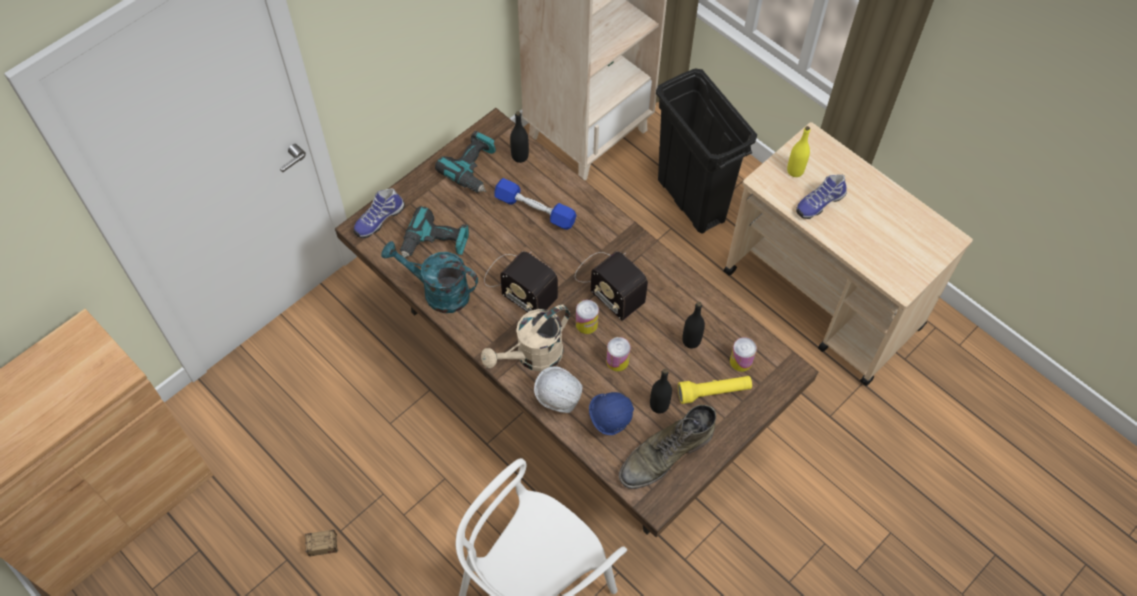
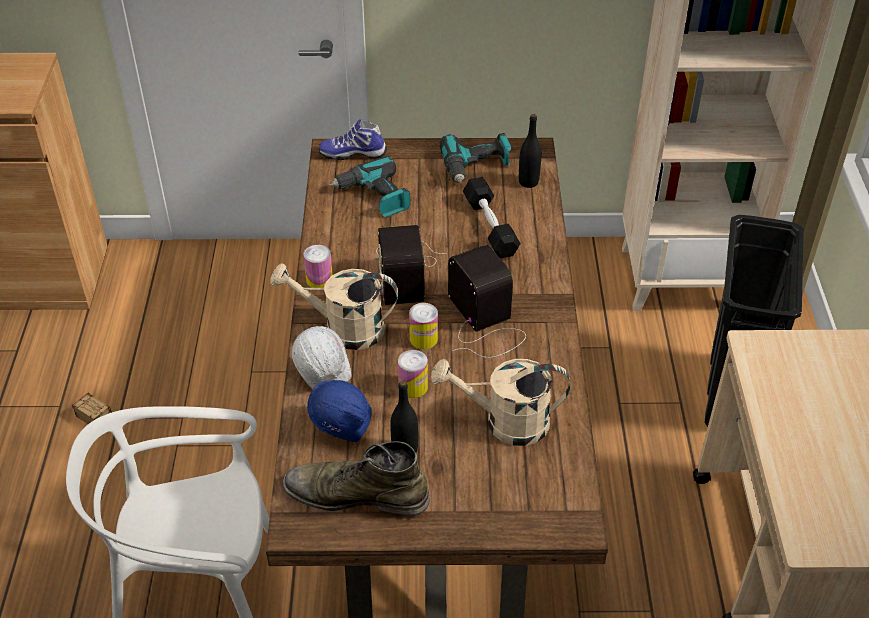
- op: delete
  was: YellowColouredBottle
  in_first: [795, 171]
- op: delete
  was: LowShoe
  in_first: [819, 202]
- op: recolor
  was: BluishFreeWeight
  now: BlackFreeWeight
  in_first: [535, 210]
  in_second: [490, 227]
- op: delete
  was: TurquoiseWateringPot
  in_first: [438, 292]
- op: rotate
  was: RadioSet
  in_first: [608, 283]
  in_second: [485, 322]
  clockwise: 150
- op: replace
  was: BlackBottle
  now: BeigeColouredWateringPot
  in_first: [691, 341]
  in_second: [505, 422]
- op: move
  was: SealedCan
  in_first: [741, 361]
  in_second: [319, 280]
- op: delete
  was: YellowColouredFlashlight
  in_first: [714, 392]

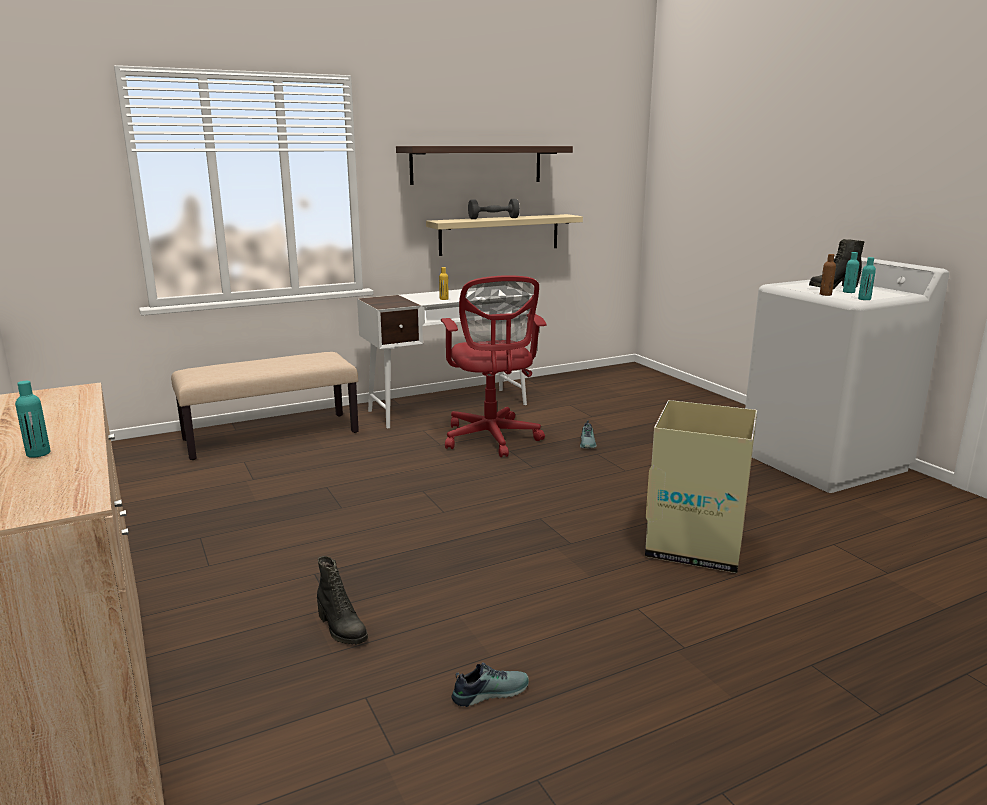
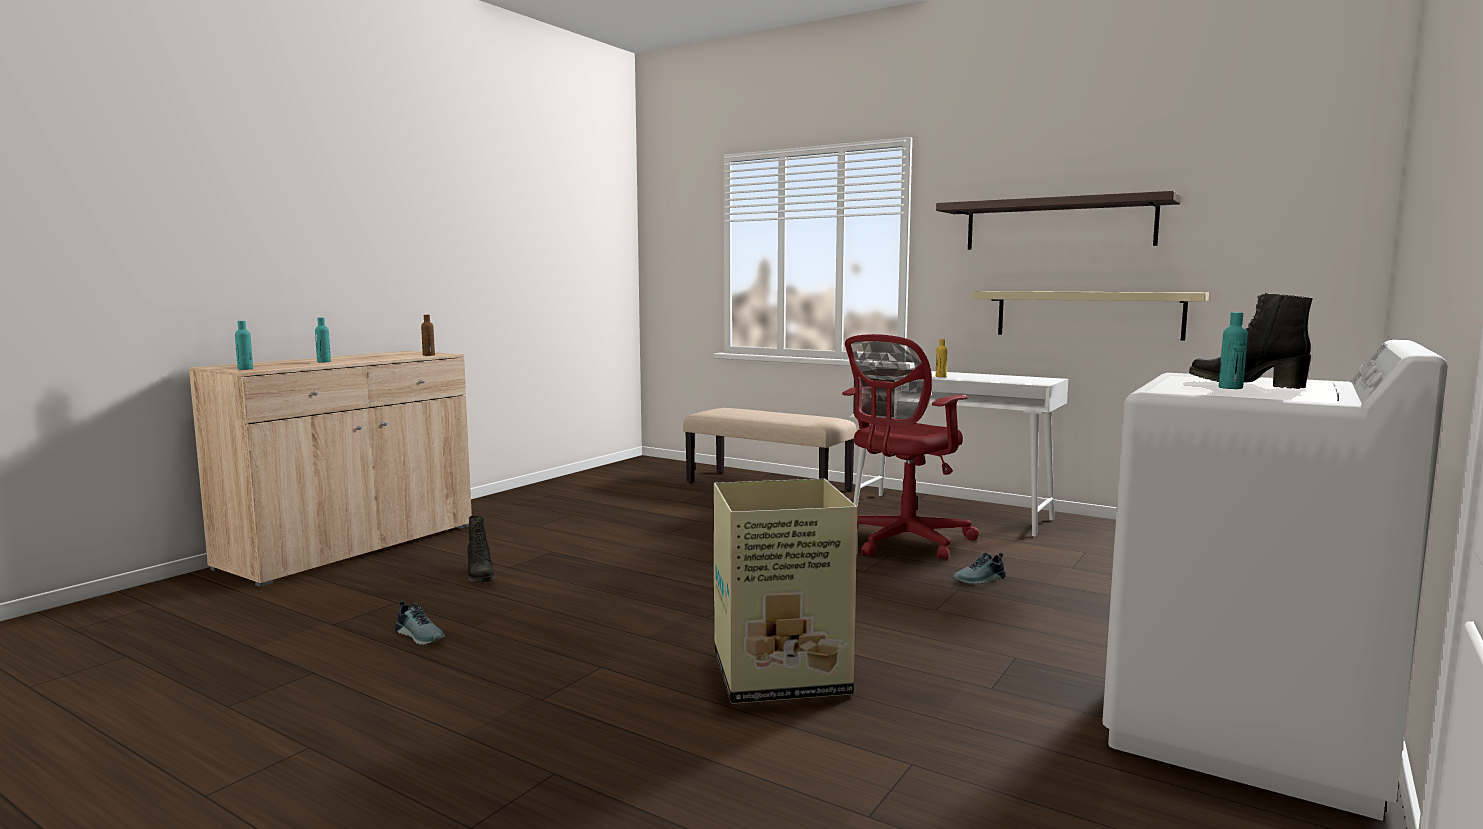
- op: delete
  was: GreyishFreeWeight
  in_first: [493, 218]
- op: move
  was: BrownBottle
  in_first: [825, 294]
  in_second: [428, 355]
- op: move
  was: TurquoiseBottle
  in_first: [864, 299]
  in_second: [245, 369]
- op: rotate
  was: BlackBoot
  in_first: [341, 629]
  in_second: [479, 576]
  clockwise: -45

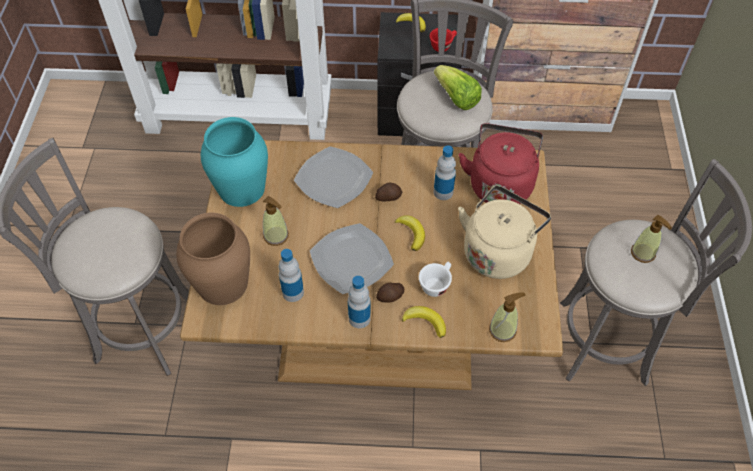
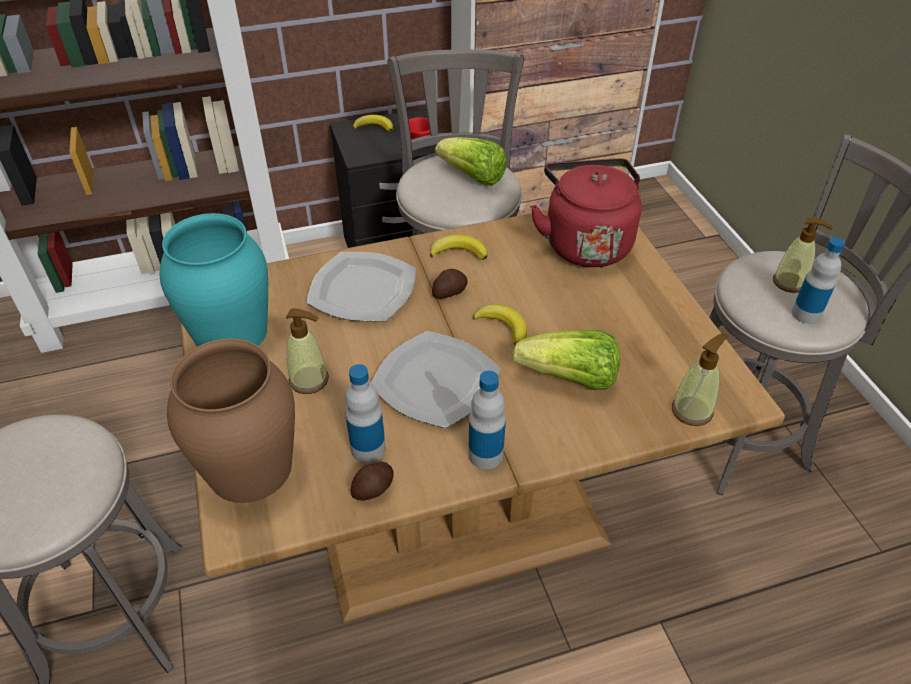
- op: move
  was: Bottle
  in_first: [443, 192]
  in_second: [806, 314]
- op: delete
  was: BeigeColouredWaterKettle
  in_first: [498, 251]
- op: replace
  was: WhitishCup
  now: LettuceHead
  in_first: [436, 284]
  in_second: [570, 379]
- op: move
  was: WholePotato
  in_first: [390, 297]
  in_second: [374, 489]
- op: move
  was: Banana
  in_first: [425, 322]
  in_second: [459, 252]

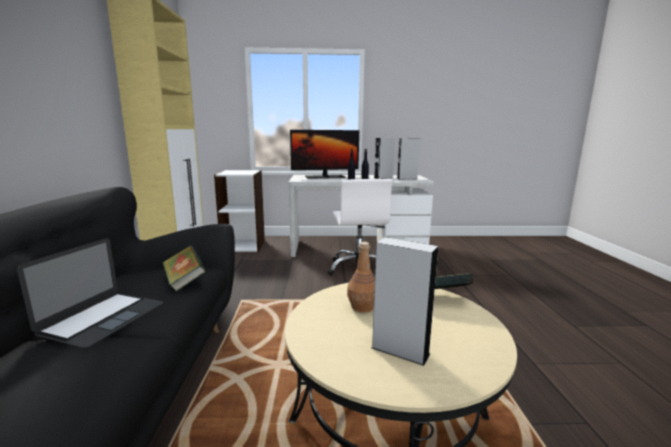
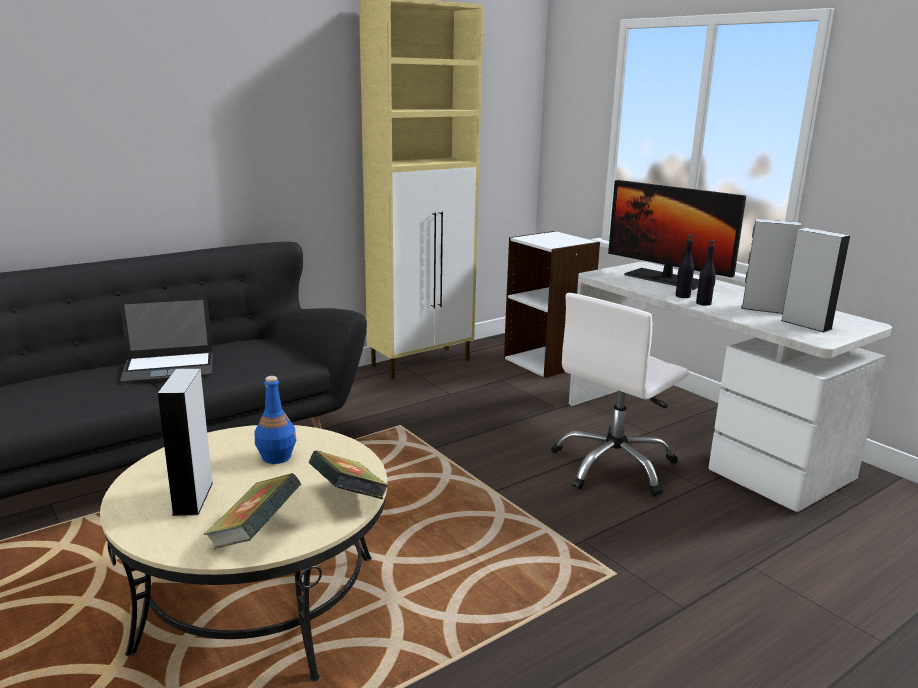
- op: recolor
  was: BrownBottle
  now: BluishBottle
  in_first: [362, 307]
  in_second: [276, 457]
- op: move
  was: Volume
  in_first: [185, 281]
  in_second: [255, 534]

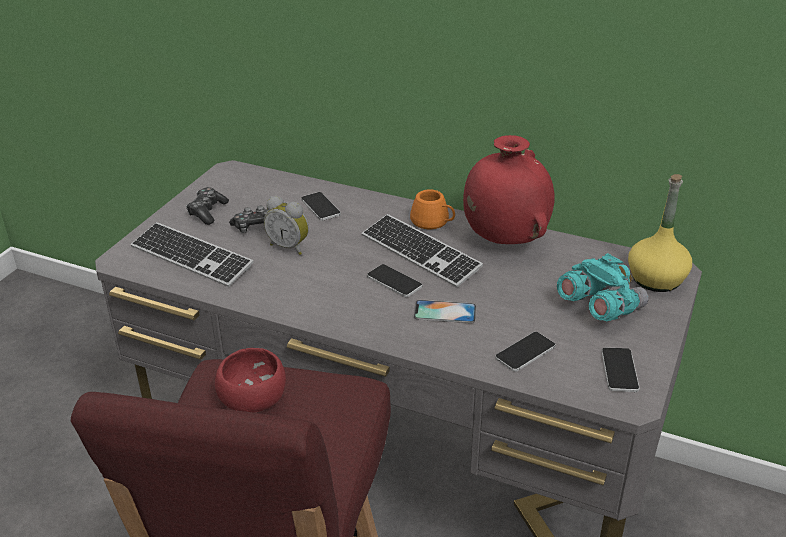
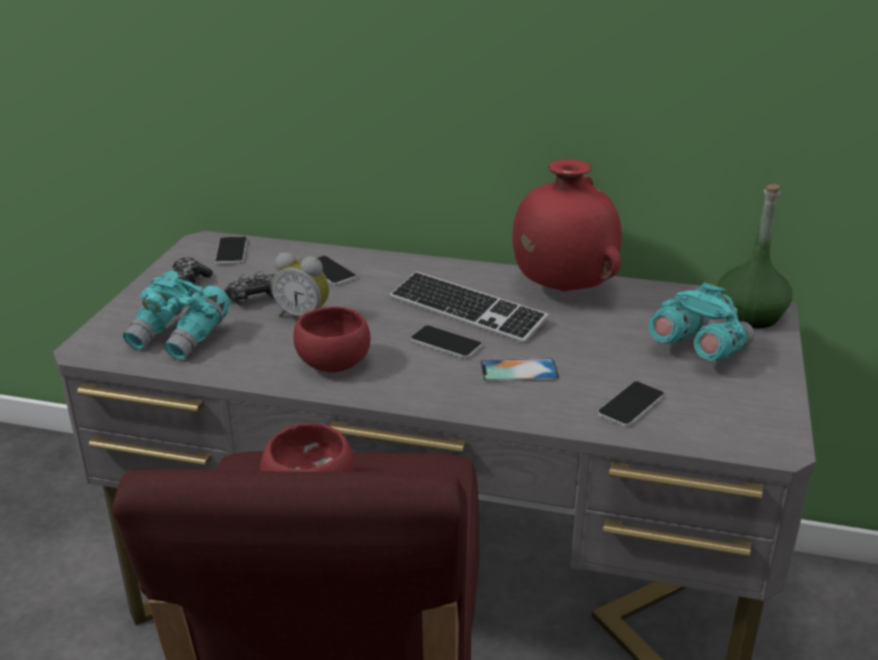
- op: recolor
  was: YellowColouredBottle
  now: GreenBottle
  in_first: [656, 279]
  in_second: [749, 315]
- op: delete
  was: OrangeyCoffeeMug
  in_first: [433, 222]
- op: replace
  was: ComputerKeyboard
  now: TurquoisePairOfBinoculars
  in_first: [191, 257]
  in_second: [181, 337]
- op: move
  was: Phone
  in_first: [619, 370]
  in_second: [231, 251]
- op: insert
  now: RedServingBowl
  in_second: [333, 365]

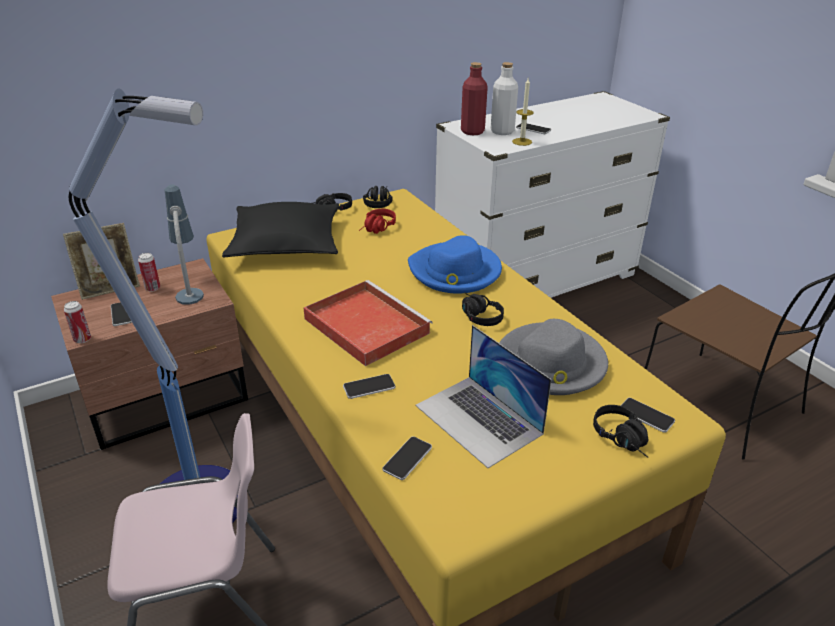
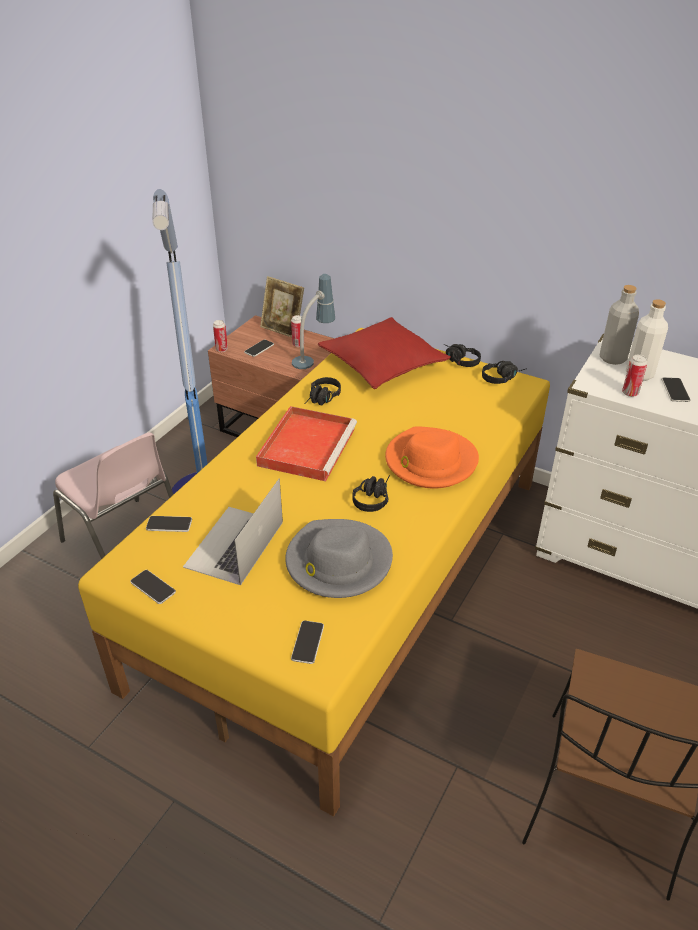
- op: recolor
  was: RedBottle
  now: GreyishBottle
  in_first: [472, 131]
  in_second: [612, 358]
- op: replace
  was: Candle
  now: SealedCan
  in_first: [522, 142]
  in_second: [630, 393]
- op: recolor
  was: BlackPillow
  now: RedPillow
  in_first: [286, 243]
  in_second: [383, 364]
- op: delete
  was: RedHeadphones
  in_first: [377, 229]
- op: recolor
  was: BluishWearableHat
  now: OrangeyWearableHat
  in_first: [455, 272]
  in_second: [430, 462]
- op: move
  was: Phone
  in_first: [369, 387]
  in_second: [153, 587]
- op: move
  was: BlackHeadphones
  in_first: [624, 440]
  in_second: [322, 399]

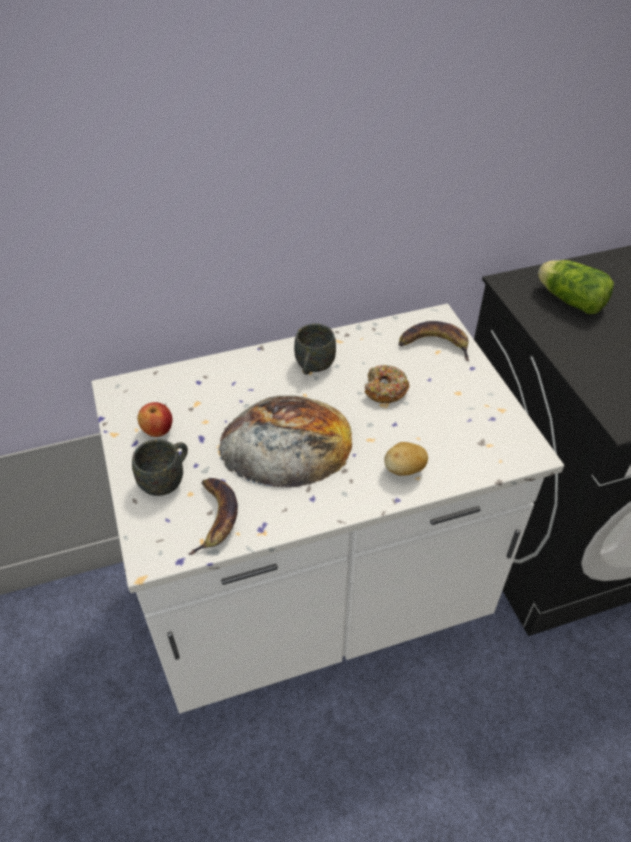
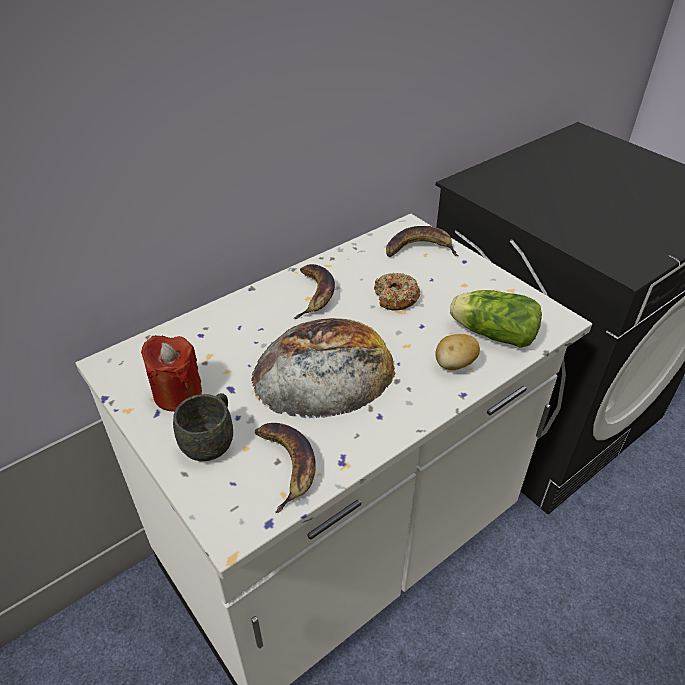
- op: move
  was: LettuceHead
  in_first: [568, 299]
  in_second: [490, 333]
- op: replace
  was: GreyishCoffeeMug
  now: Banana
  in_first: [313, 367]
  in_second: [314, 294]
- op: replace
  was: WholeApple
  now: RedCandle
  in_first: [158, 430]
  in_second: [178, 393]

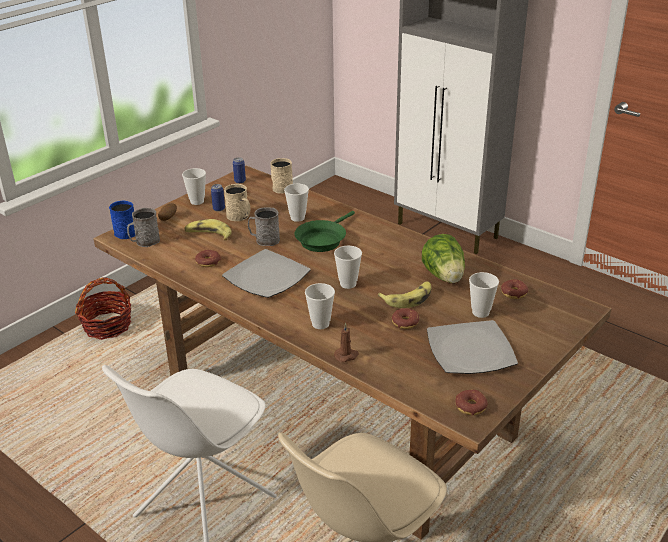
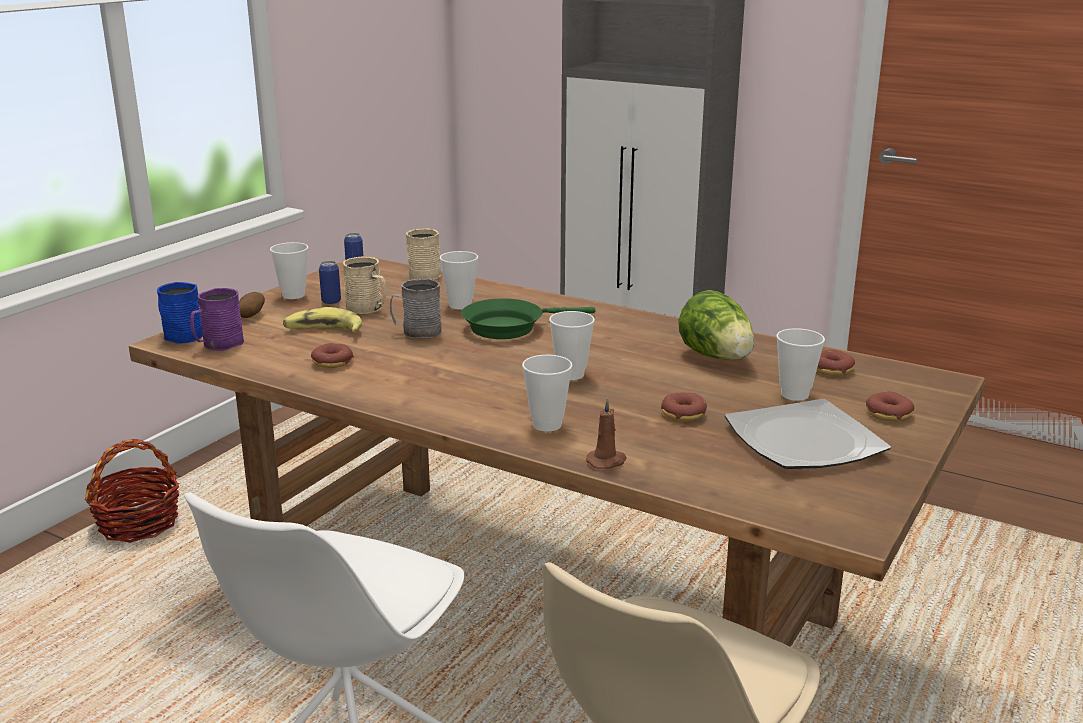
- op: recolor
  was: GreyishCoffeeMug
  now: PurpleColouredCoffeeMug
  in_first: [144, 242]
  in_second: [218, 345]
- op: rotate
  was: GreenPan
  in_first: [322, 239]
  in_second: [509, 327]
  clockwise: 45
- op: delete
  was: DinnerPlate
  in_first: [266, 276]
- op: delete
  was: Banana
  in_first: [408, 298]
- op: move
  was: RingDoughnut
  in_first: [471, 406]
  in_second: [889, 414]

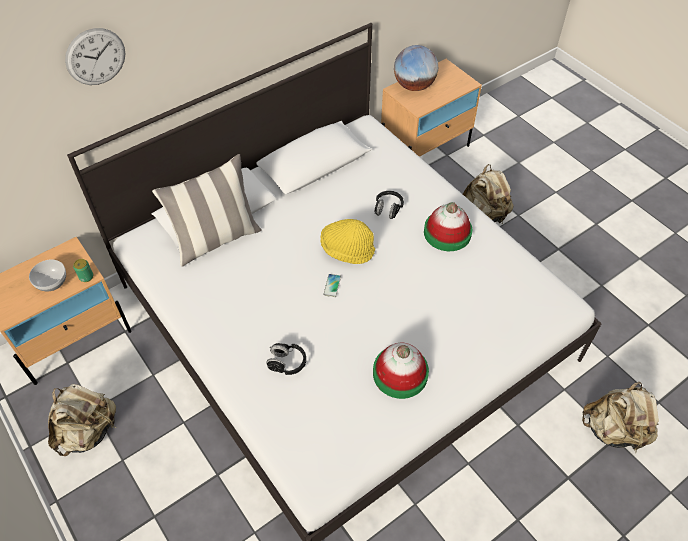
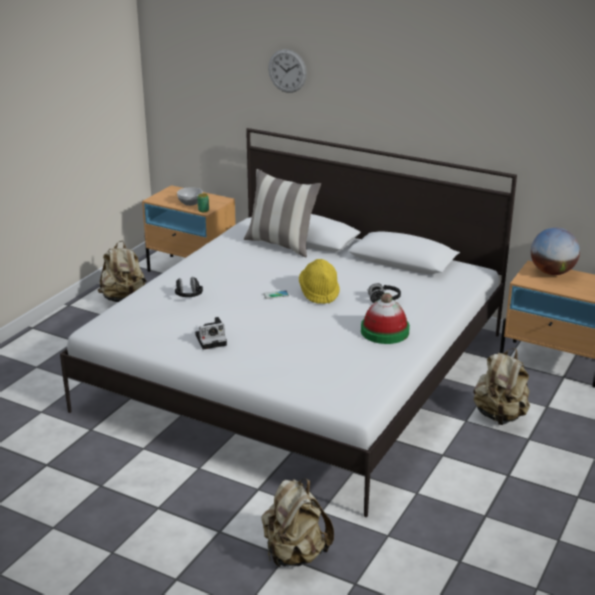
- op: replace
  was: WearableHat
  now: PhotoCamera
  in_first: [400, 373]
  in_second: [212, 339]

